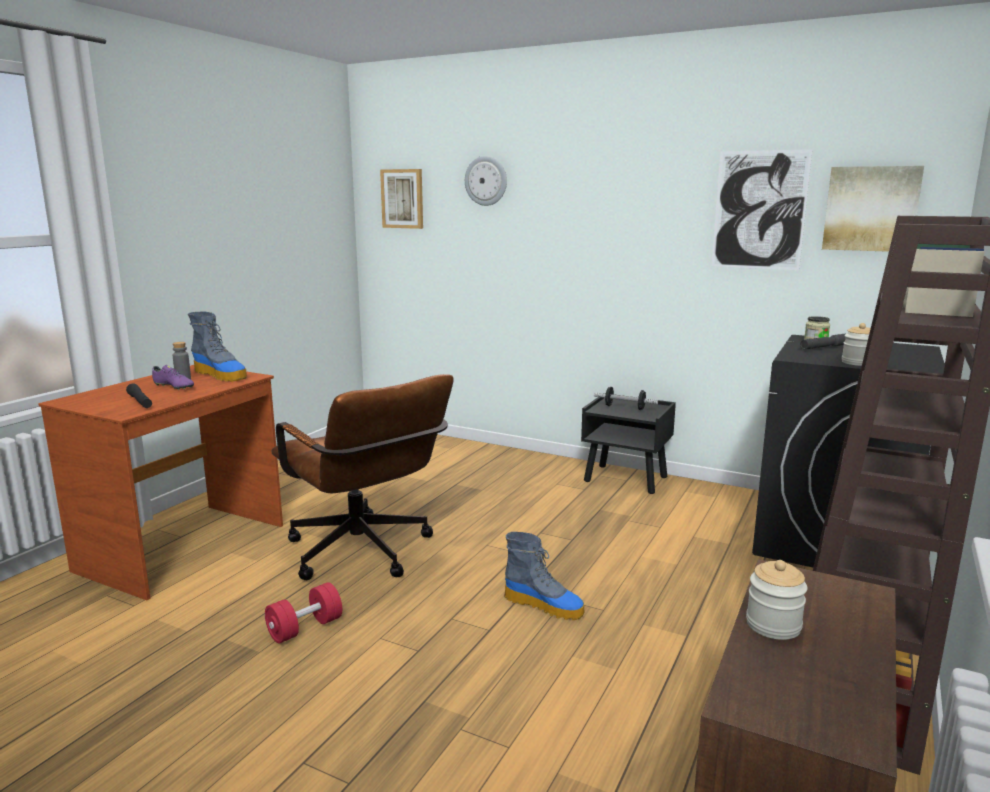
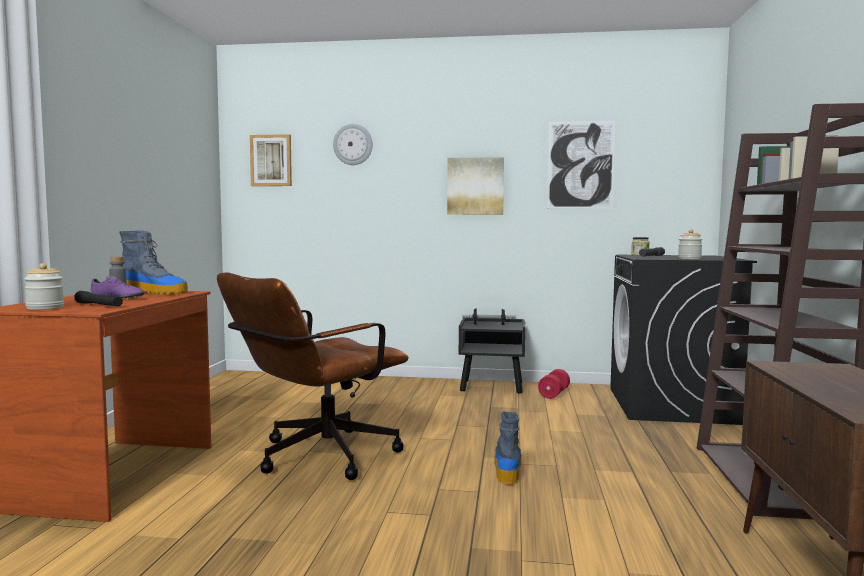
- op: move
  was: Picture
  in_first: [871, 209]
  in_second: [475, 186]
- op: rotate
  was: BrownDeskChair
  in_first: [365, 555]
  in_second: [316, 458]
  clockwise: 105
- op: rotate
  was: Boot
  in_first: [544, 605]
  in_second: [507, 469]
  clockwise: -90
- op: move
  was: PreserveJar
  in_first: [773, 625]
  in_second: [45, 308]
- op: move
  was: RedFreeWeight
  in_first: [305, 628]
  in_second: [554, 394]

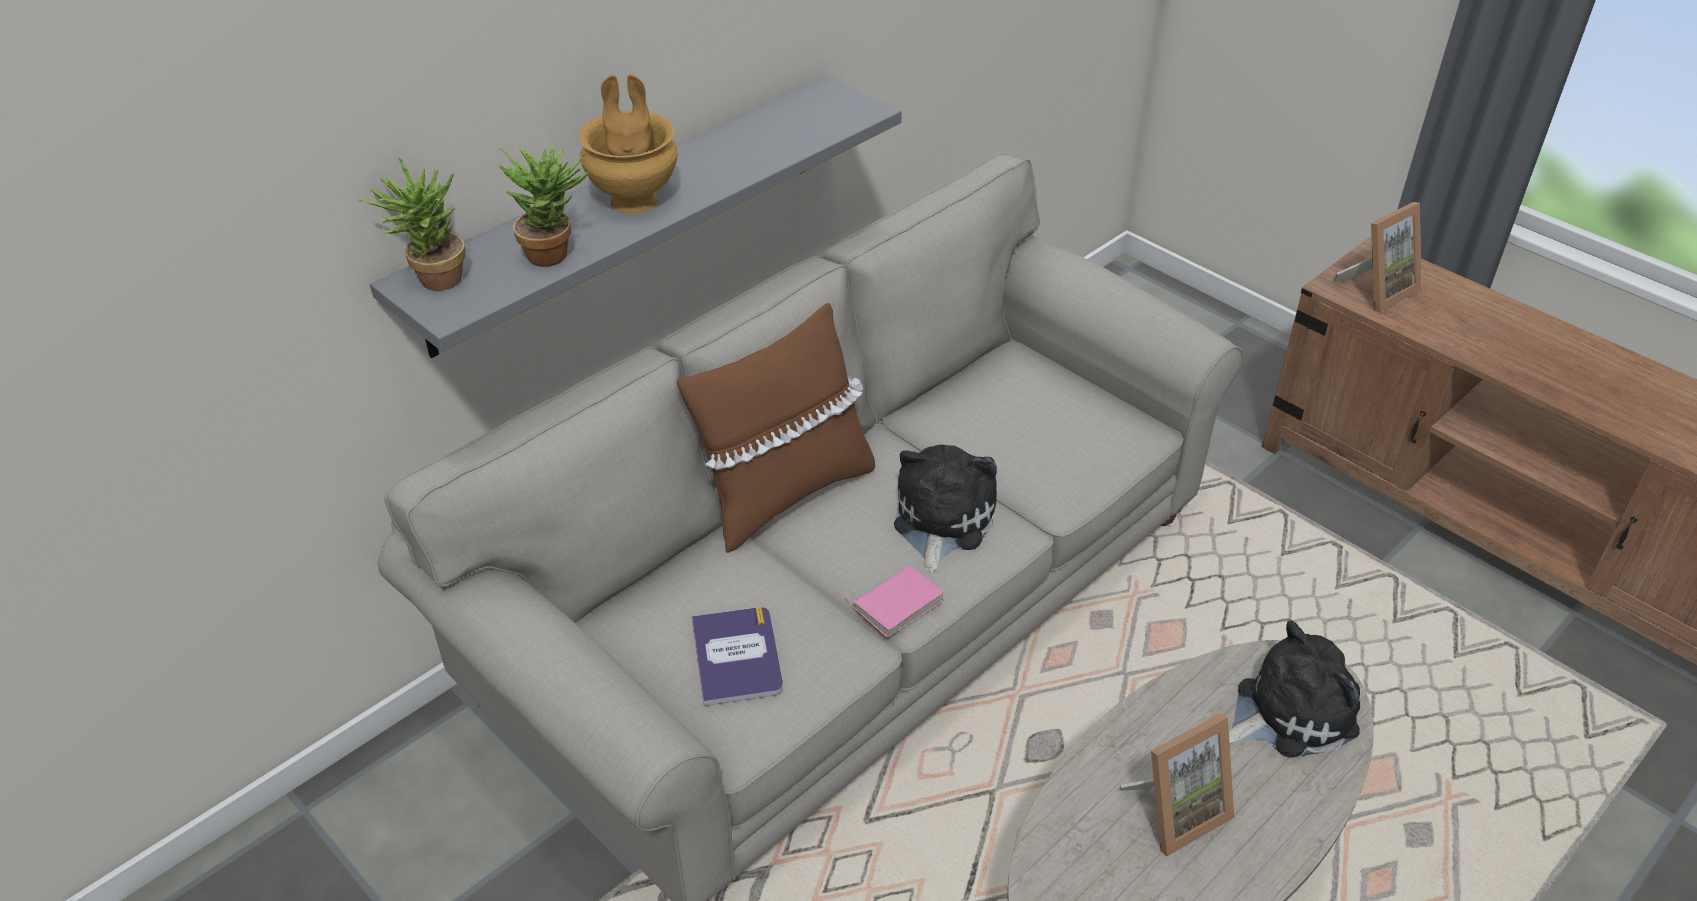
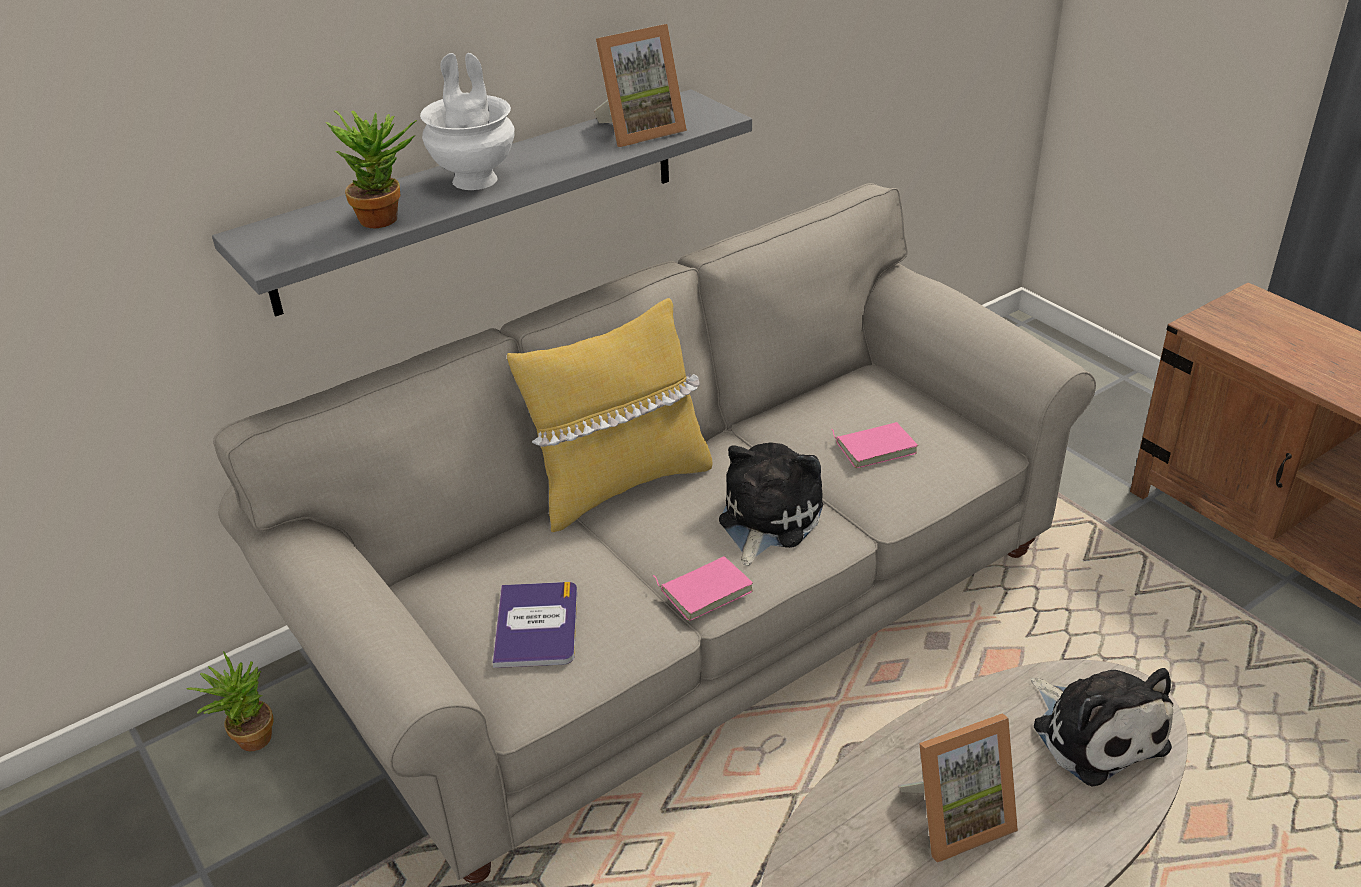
- op: recolor
  was: BrownVase
  now: WhitishVase
  in_first: [635, 200]
  in_second: [476, 180]
- op: move
  was: PlantInAPot
  in_first: [432, 280]
  in_second: [247, 739]
- op: move
  was: PictureFrame
  in_first: [1377, 290]
  in_second: [639, 130]
- op: recolor
  was: BrownPillow
  now: YellowColouredPillow
  in_first: [784, 494]
  in_second: [620, 485]
- op: rotate
  was: PlushToy
  in_first: [1288, 712]
  in_second: [1095, 732]
  clockwise: 75
- op: insert
  now: PinkishVolume
  in_second: [875, 447]

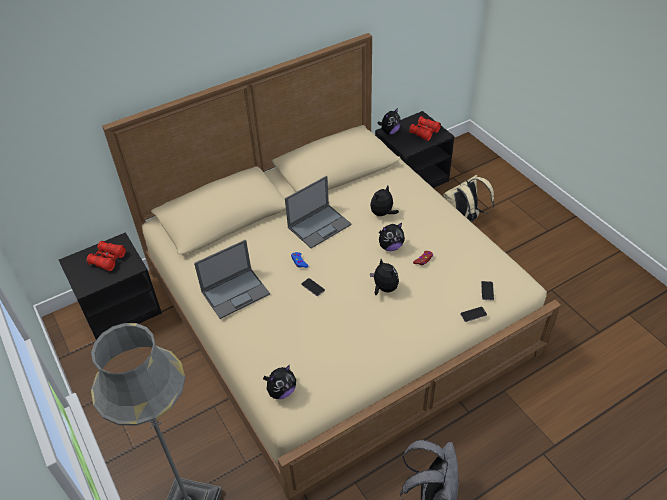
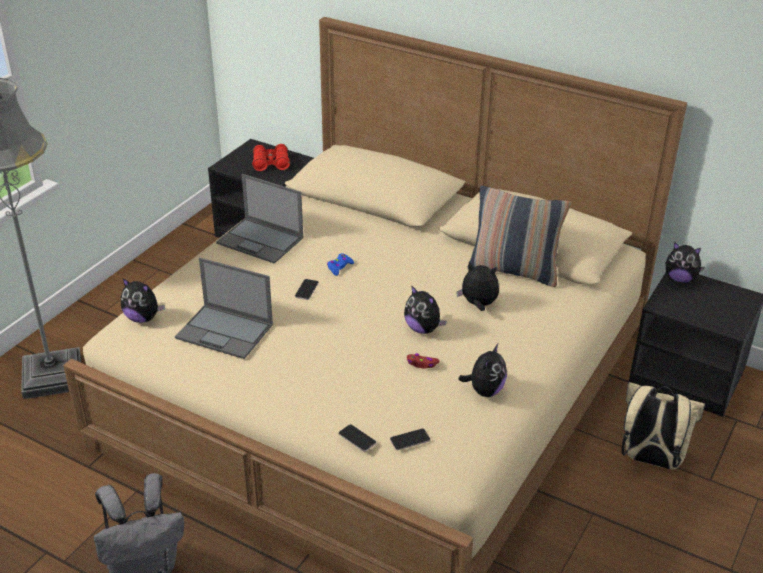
- op: delete
  was: RedPairOfBinoculars
  in_first: [424, 132]
- op: move
  was: PortableComputer
  in_first: [320, 225]
  in_second: [225, 331]
- op: move
  was: PlushToy
  in_first: [384, 288]
  in_second: [484, 390]
- op: insert
  now: Pillow
  in_second: [514, 271]

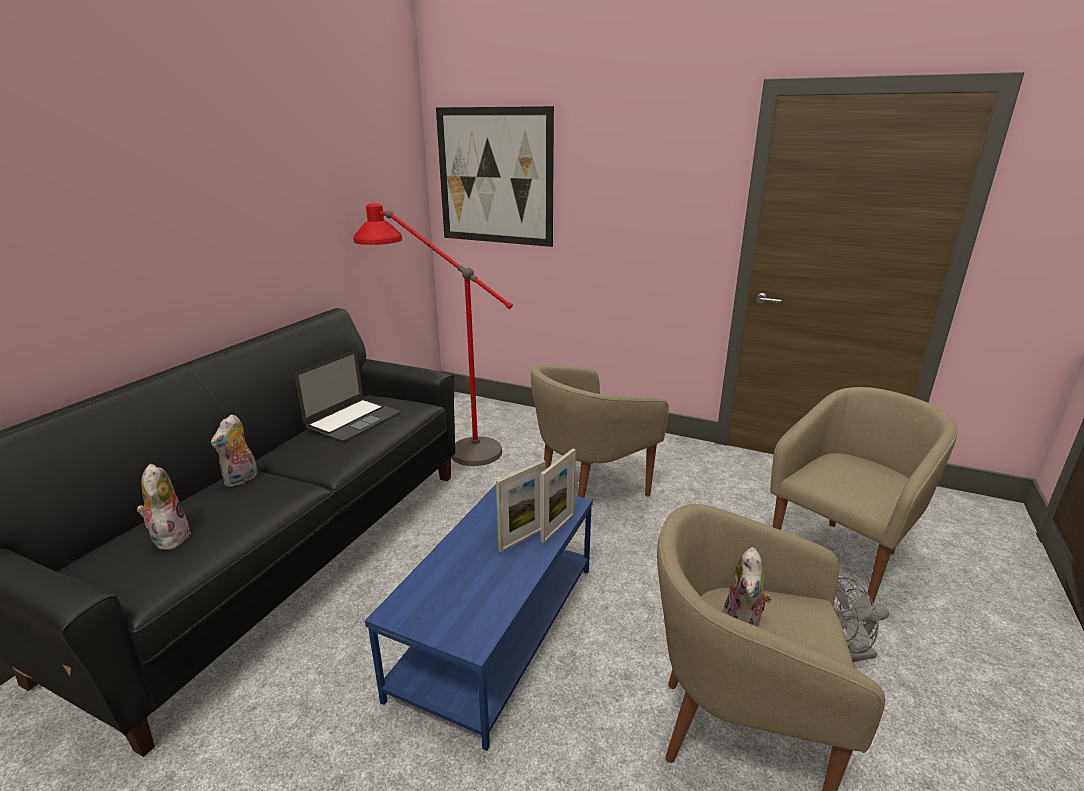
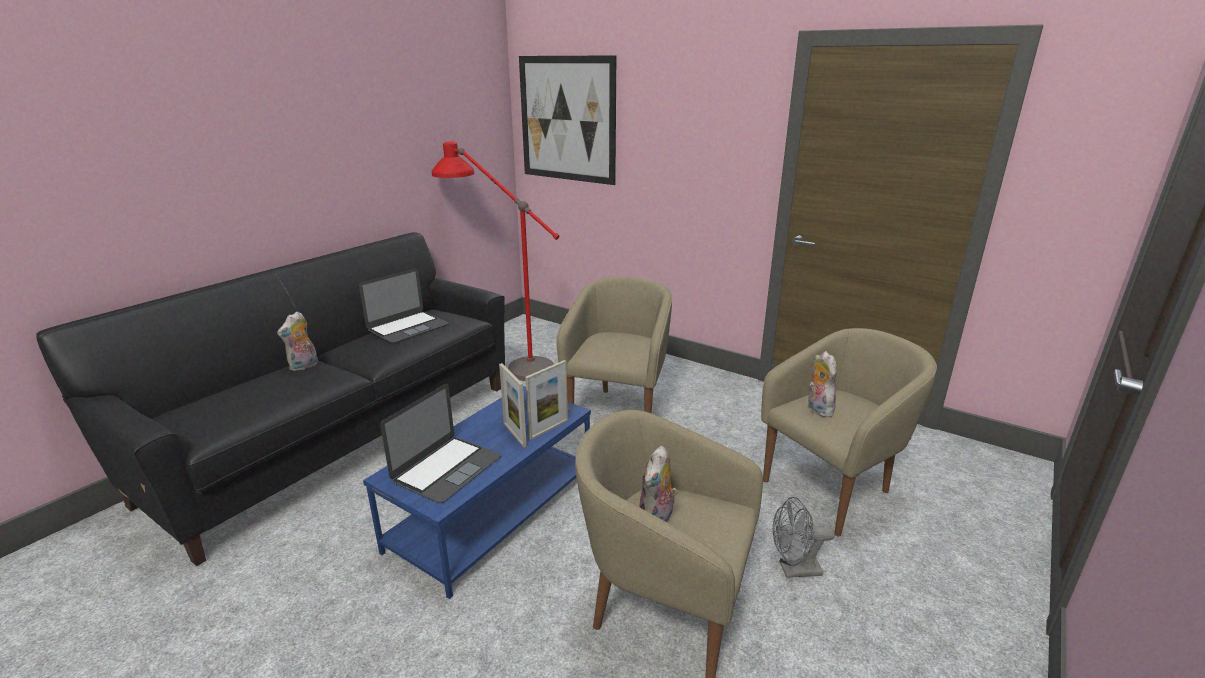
- op: rotate
  was: BeigeColouredLoungeChair
  in_first: [589, 492]
  in_second: [618, 411]
  clockwise: 135
- op: rotate
  was: PictureFrame
  in_first: [522, 539]
  in_second: [514, 434]
  clockwise: 90
- op: move
  was: PlushToy
  in_first: [169, 537]
  in_second: [817, 409]
- op: insert
  now: PortableComputer
  in_second: [447, 468]

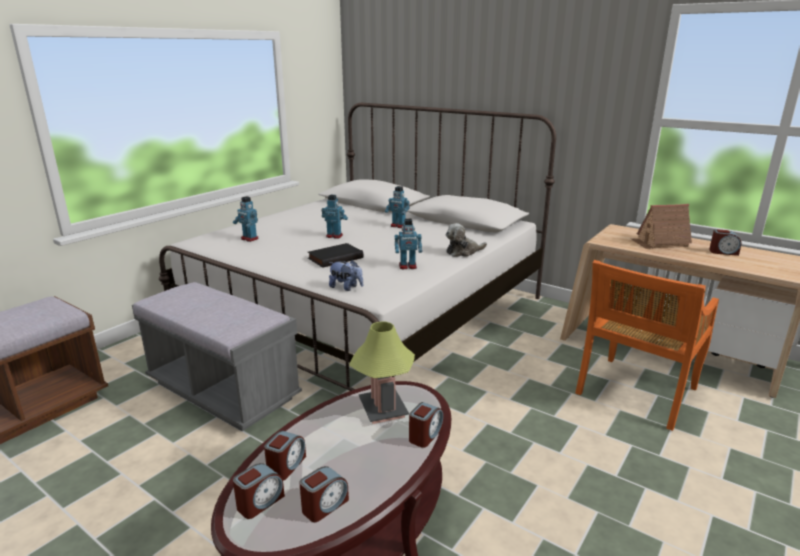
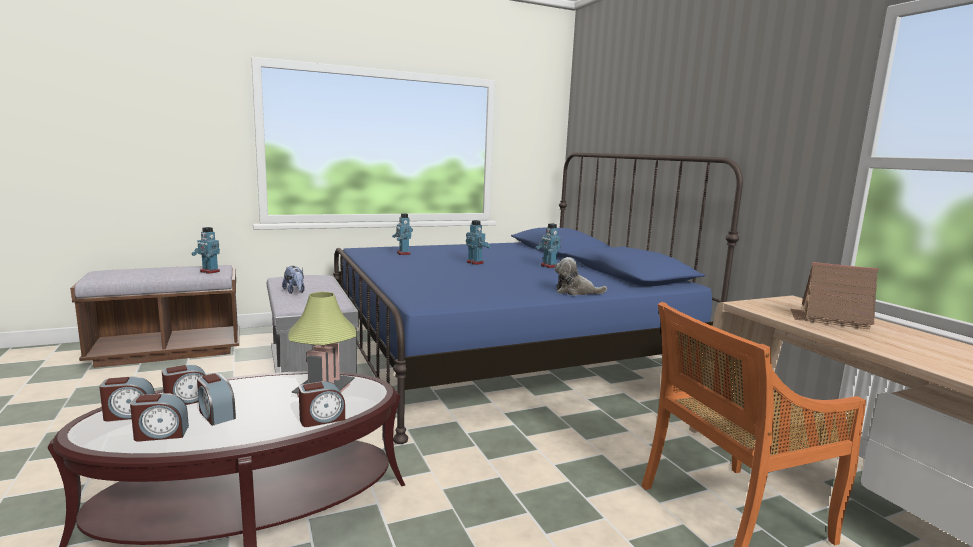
- op: recolor
  was: WhitishBedroomBed
  now: BluishBedroomBed
  in_first: [365, 311]
  in_second: [503, 352]
- op: move
  was: ModelRobot
  in_first: [407, 266]
  in_second: [209, 271]
- op: move
  was: AlarmClock
  in_first: [723, 252]
  in_second: [216, 414]
- op: delete
  was: BlackVolume
  in_first: [335, 258]
- op: move
  was: PlushToy
  in_first: [346, 287]
  in_second: [295, 292]

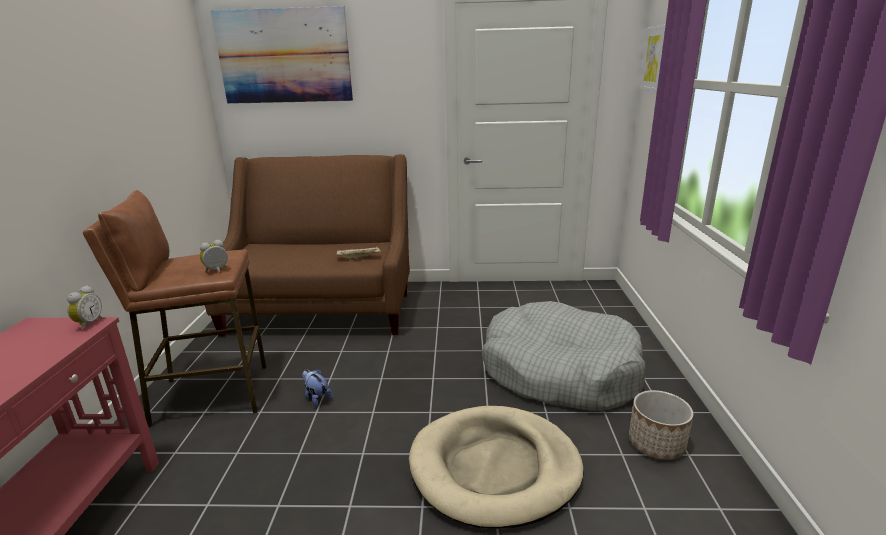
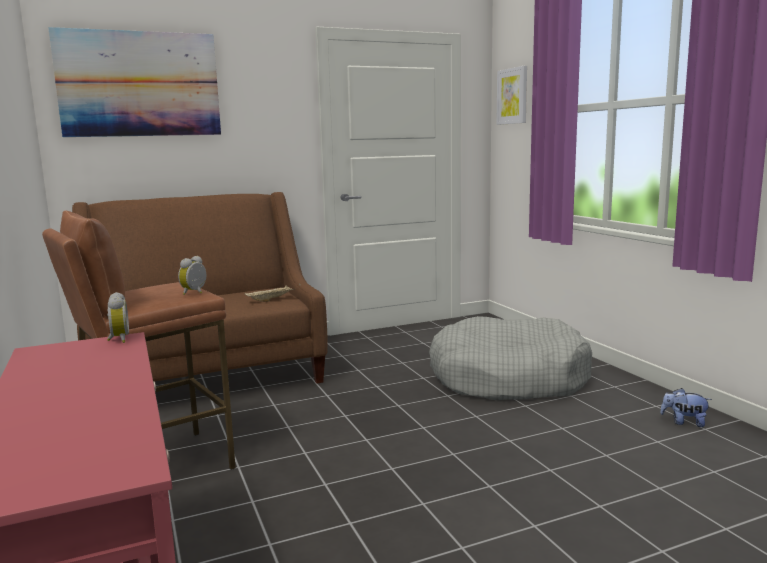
- op: move
  was: PlushToy
  in_first: [316, 398]
  in_second: [684, 422]
- op: delete
  was: Planter
  in_first: [656, 444]
- op: delete
  was: BeigeColouredPetBed
  in_first: [495, 468]

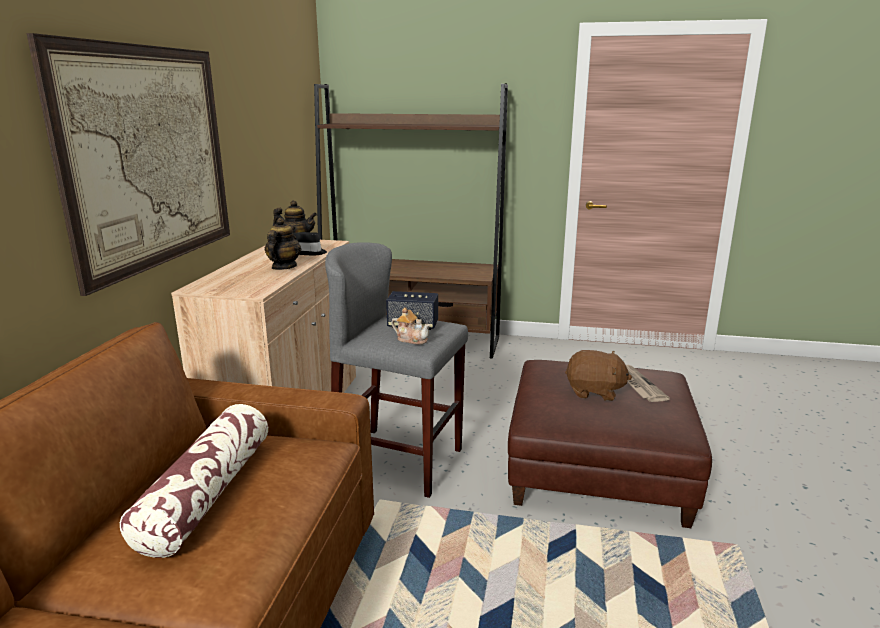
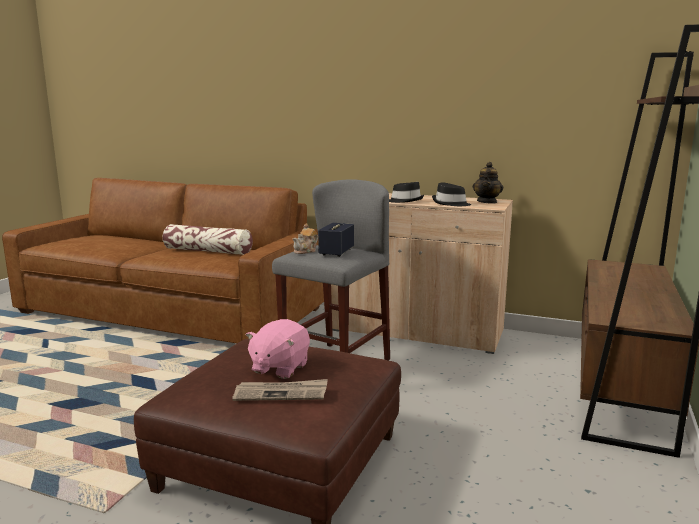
- op: delete
  was: Picture
  in_first: [150, 158]
- op: replace
  was: PotForTea
  now: BlackWearableHat
  in_first: [283, 267]
  in_second: [405, 201]
- op: recolor
  was: BrownPlushToy
  now: PinkishPlushToy
  in_first: [594, 392]
  in_second: [279, 368]

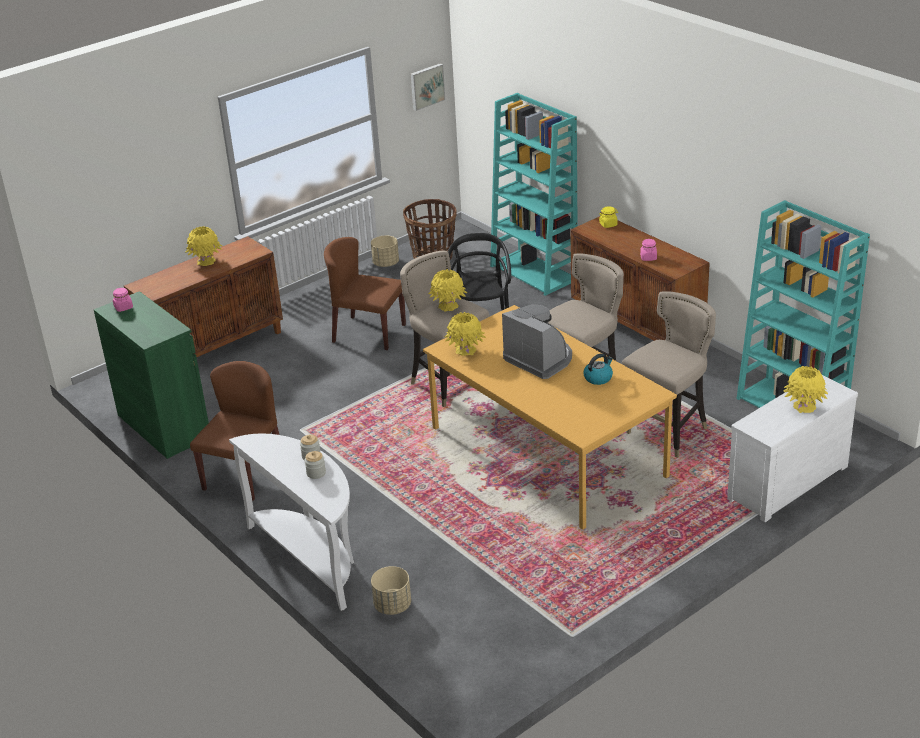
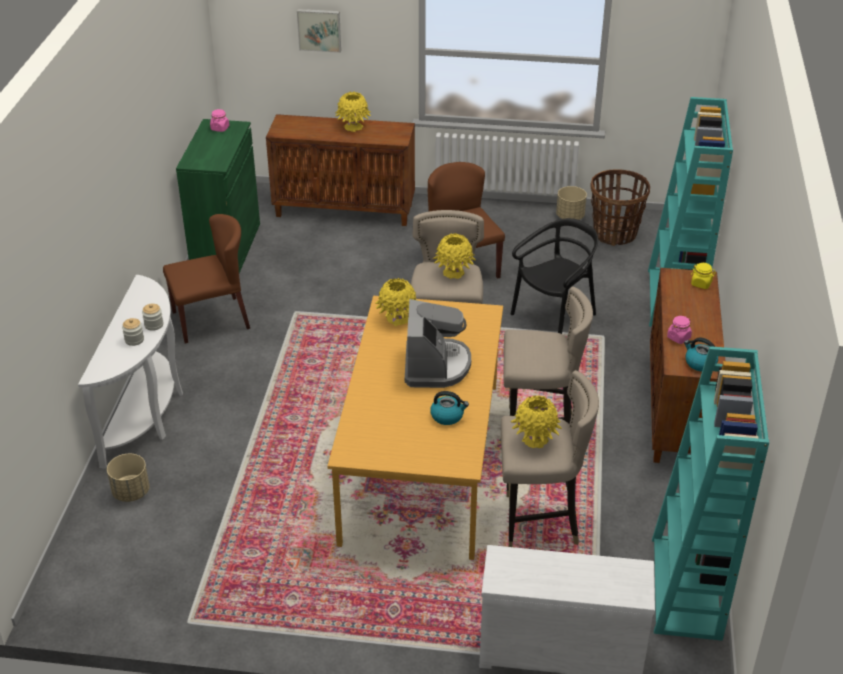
- op: move
  was: Picture
  in_first: [426, 86]
  in_second: [319, 29]
- op: move
  was: YellowColouredVase
  in_first: [804, 407]
  in_second: [535, 439]
- op: insert
  now: WaterKettle
  in_second: [699, 363]

